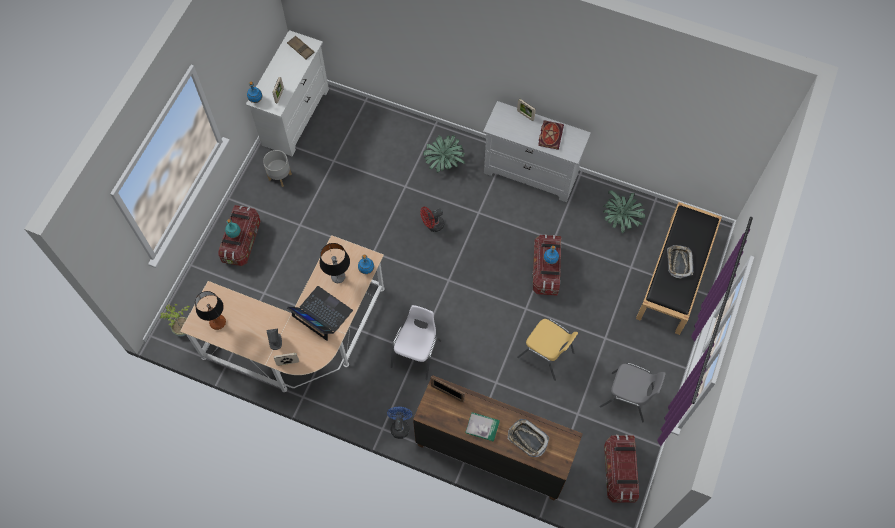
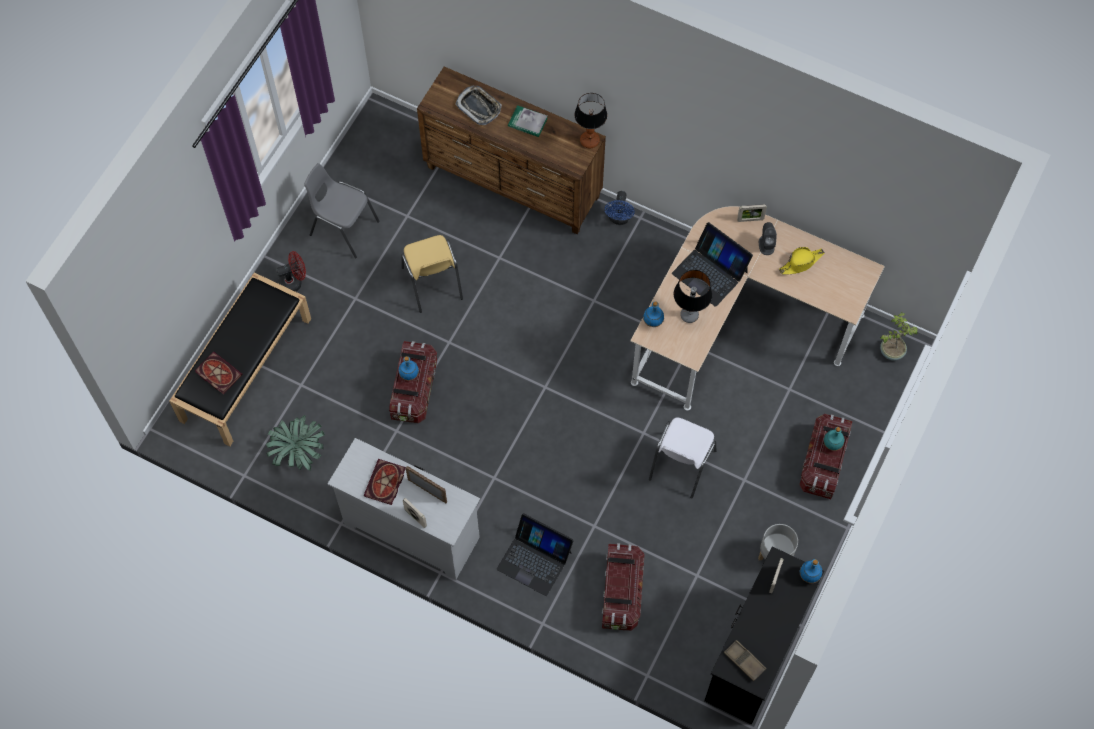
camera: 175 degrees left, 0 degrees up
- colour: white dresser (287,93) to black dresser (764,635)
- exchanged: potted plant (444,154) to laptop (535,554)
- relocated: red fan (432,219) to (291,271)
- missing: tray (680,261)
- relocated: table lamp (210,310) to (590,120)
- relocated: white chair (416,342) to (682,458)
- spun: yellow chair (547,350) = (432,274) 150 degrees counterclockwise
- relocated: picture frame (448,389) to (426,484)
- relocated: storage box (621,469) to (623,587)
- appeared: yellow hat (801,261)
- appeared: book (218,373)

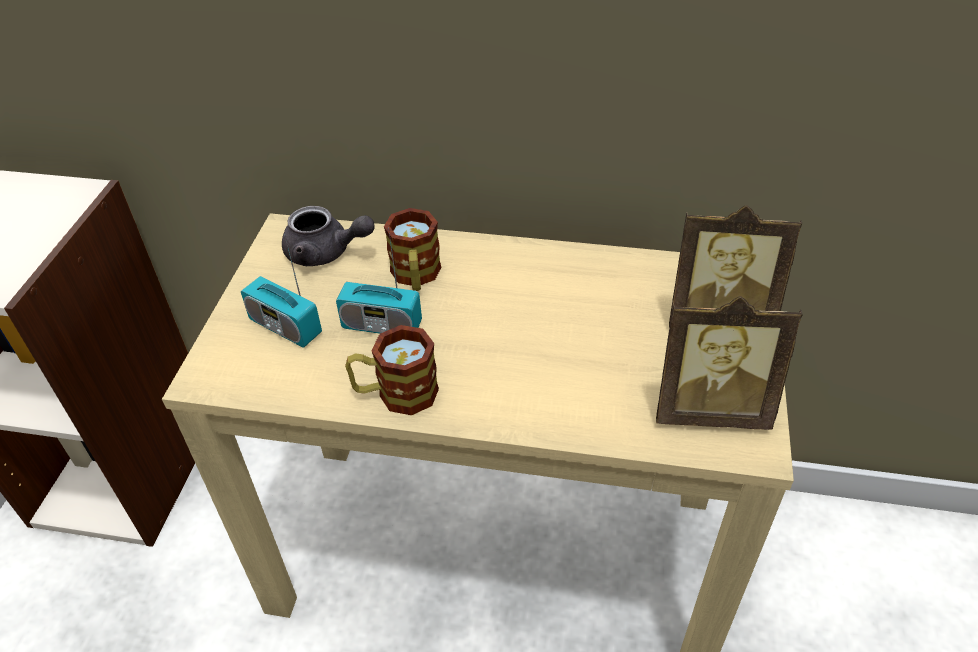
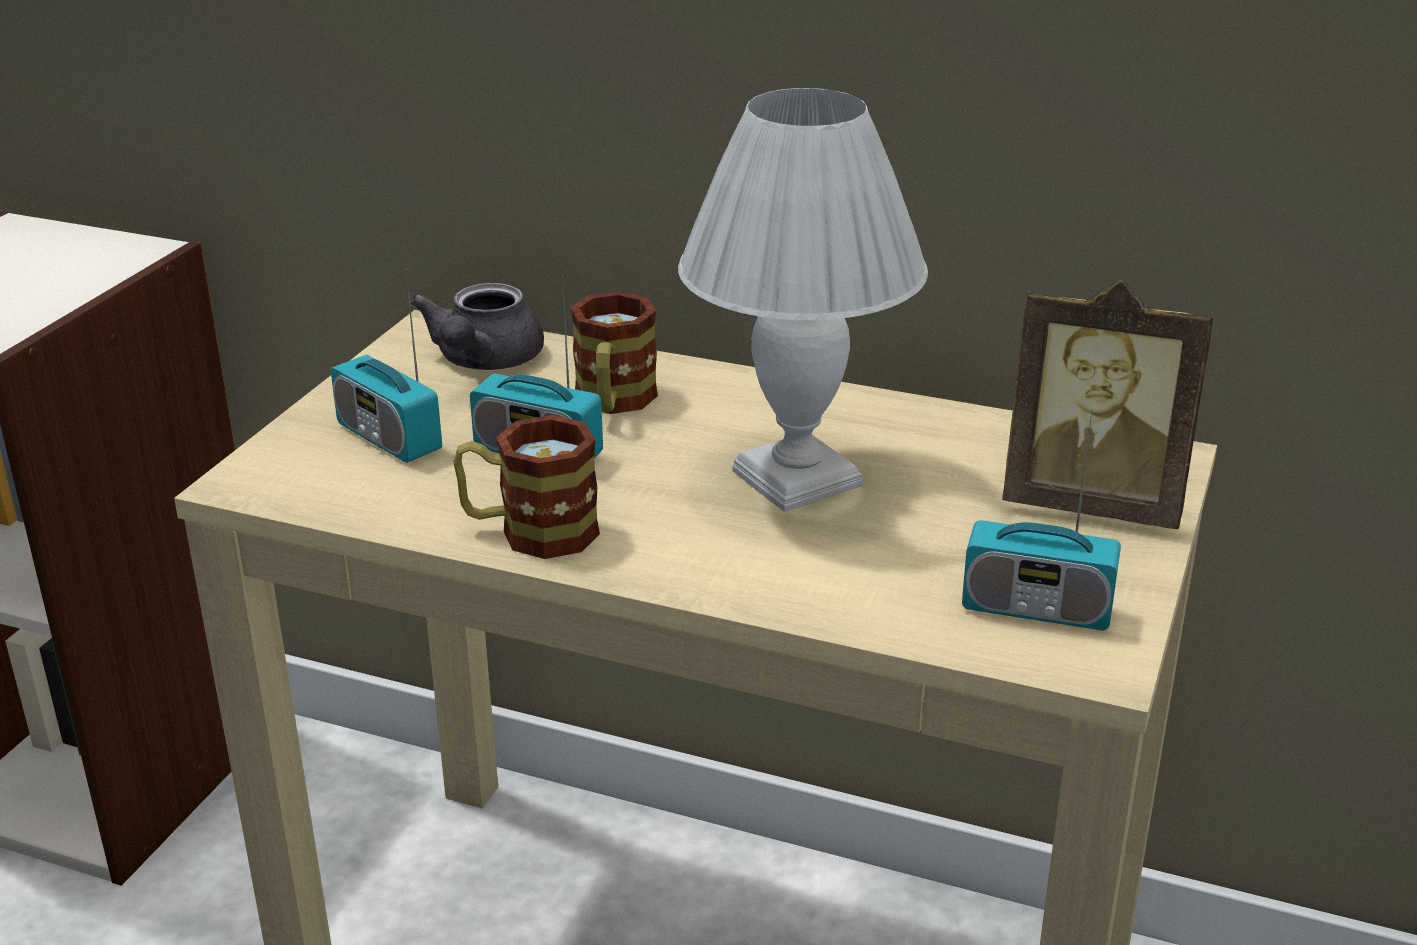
camera: 10 degrees right, 15 degrees down
- spun: grey teapot (328,236) = (477,326) 75 degrees clockwise
- exchanged: picture frame (729,363) to radio (1041,519)
- appeared: white table lamp (803,300)

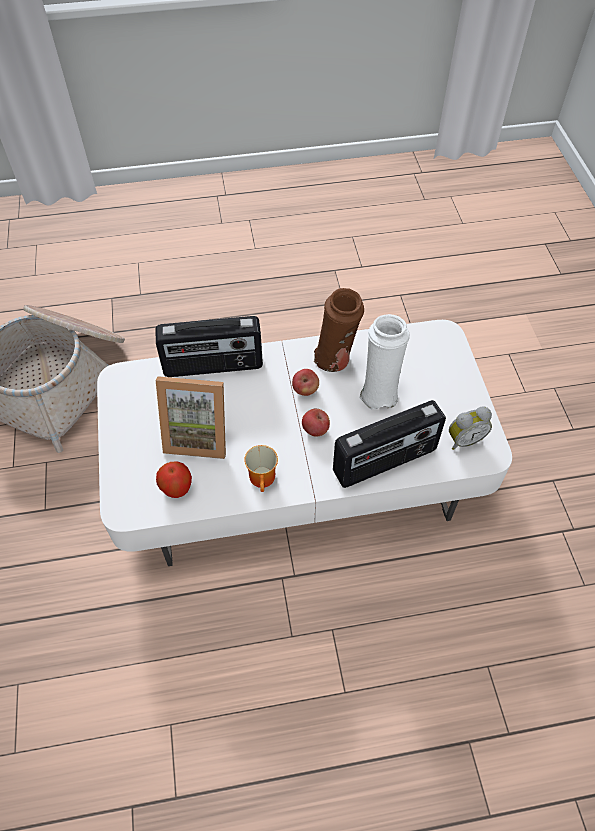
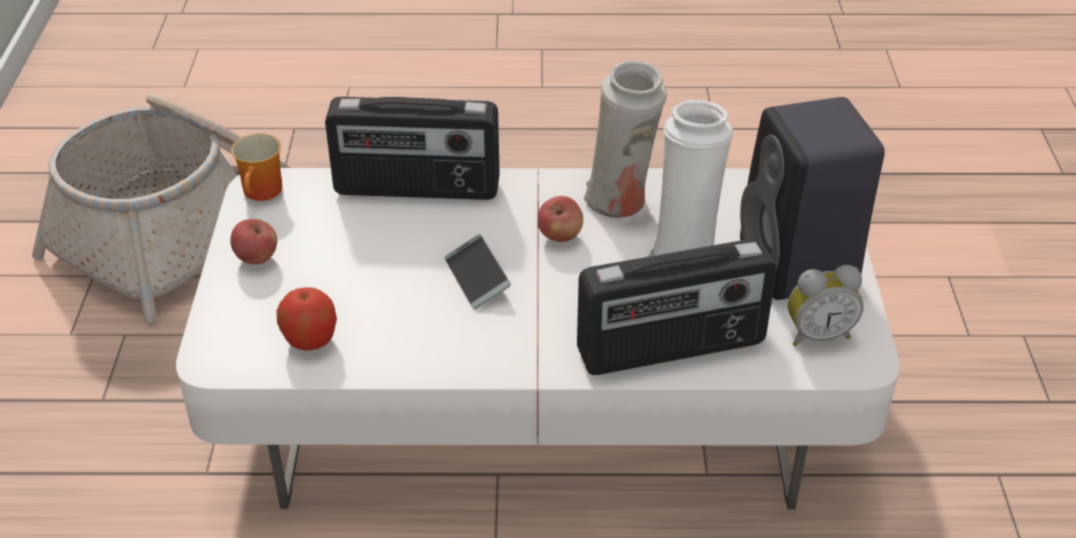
camera: 10 degrees right, 15 degrees down
- colour: brown vase (339,330) to white vase (625,138)
- missing: picture frame (191,417)
- relocated: apple (316,423) to (253,241)
- relocated: mug (261,468) to (256,167)
- appeared: black speaker (812,198)
- appeared: phone (478,271)

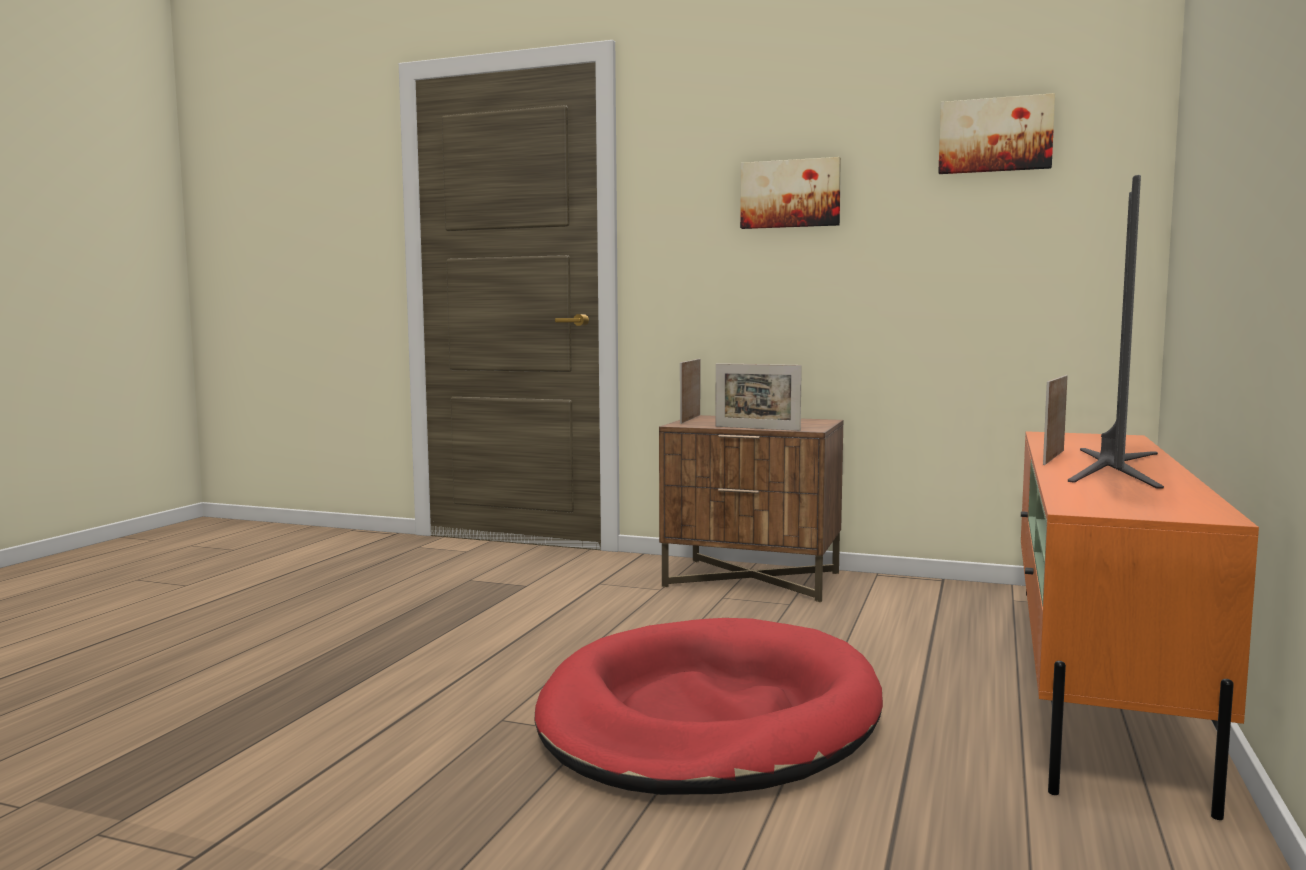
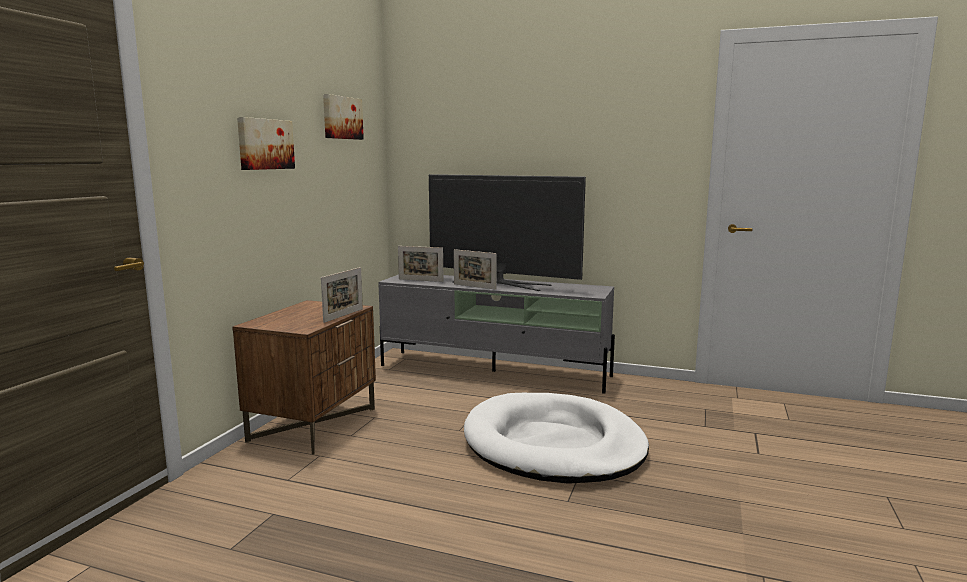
camera: 90 degrees left, 5 degrees up
- relocated: picture frame (690,391) to (421,264)
- colour: orange tv stand (1140,625) to grey tv stand (496,334)
- colour: red dog bed (708,706) to white dog bed (556,438)

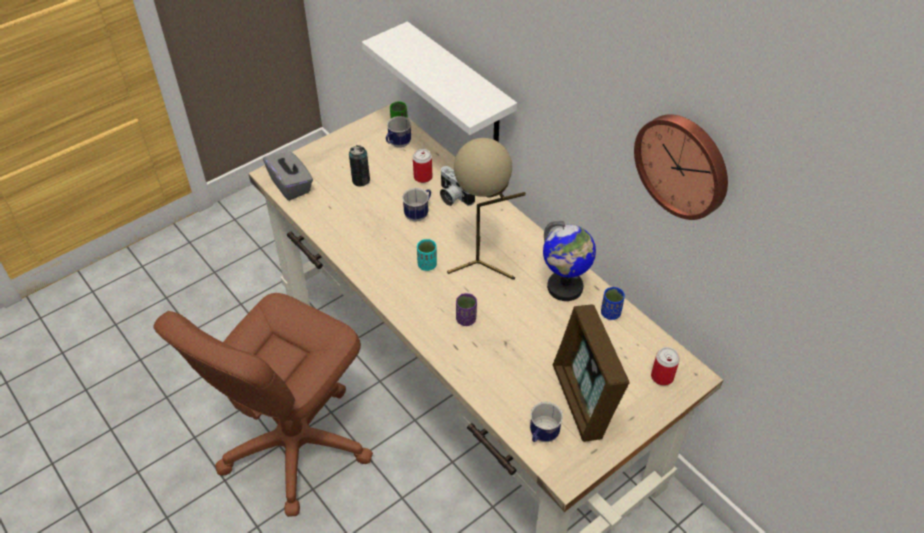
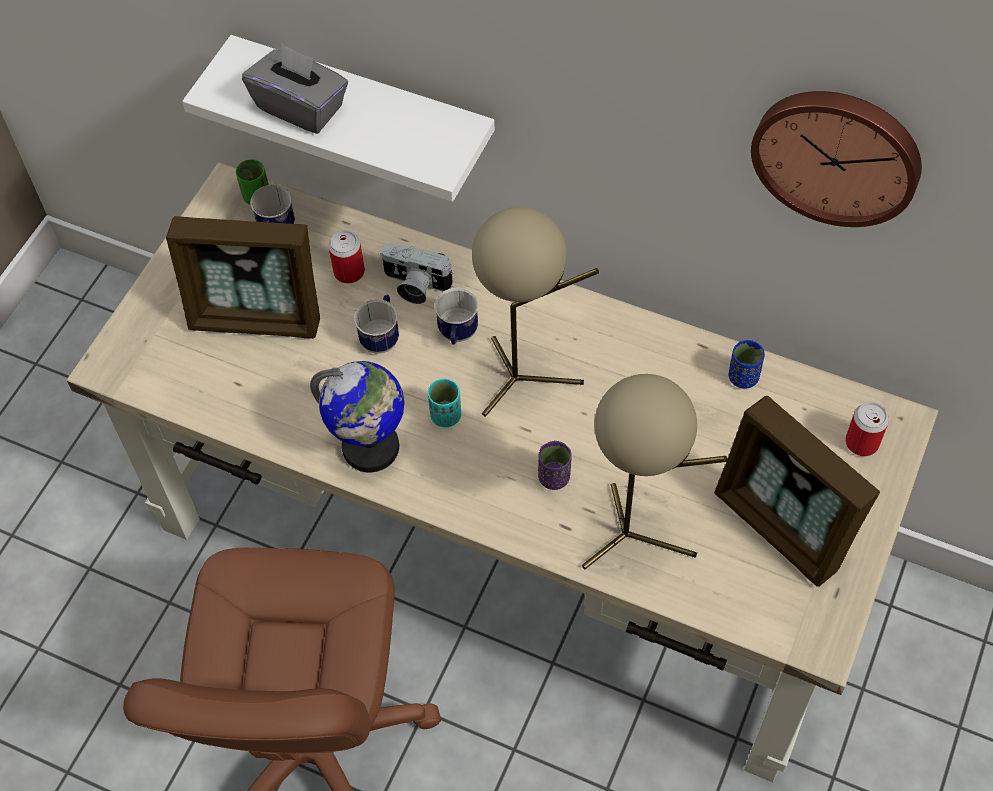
camera: 25 degrees left, 10 degrees up
- exchanged: can (359,166) to picture frame (243,277)
- relocated: grey tissue box (288,175) to (295,88)
- relocated: globe (569,261) to (357,416)
- relocated: mug (546,422) to (456,316)
- appeared: beige table lamp (655,471)

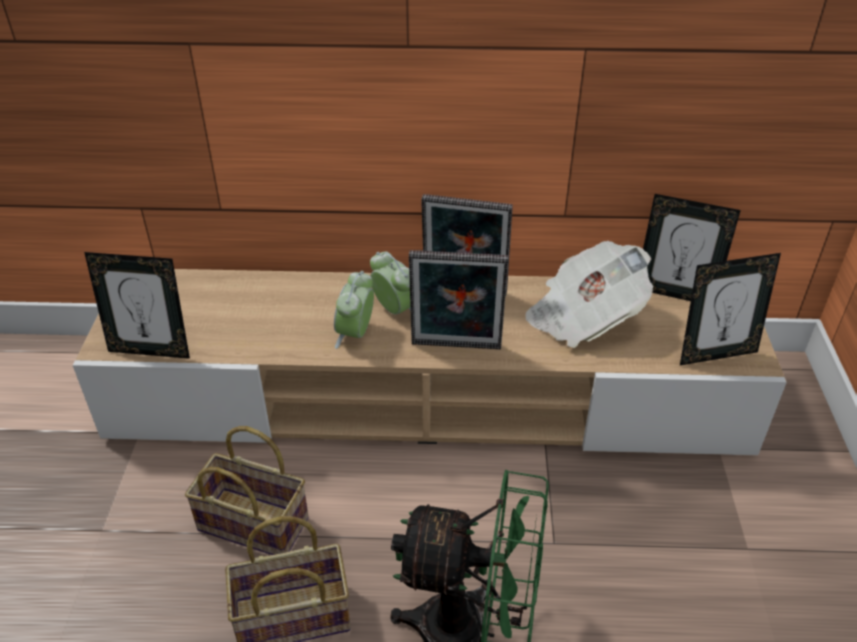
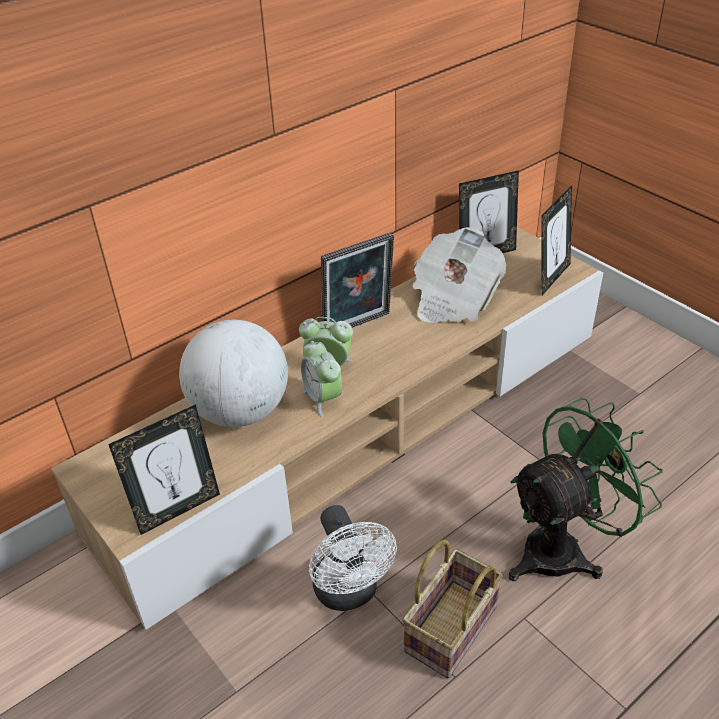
camera: 40 degrees left, 0 degrees up
- missing: picture frame (458,299)
- exchanged: basket (247,490) to white fan (353,558)
- appeared: globe (233,373)

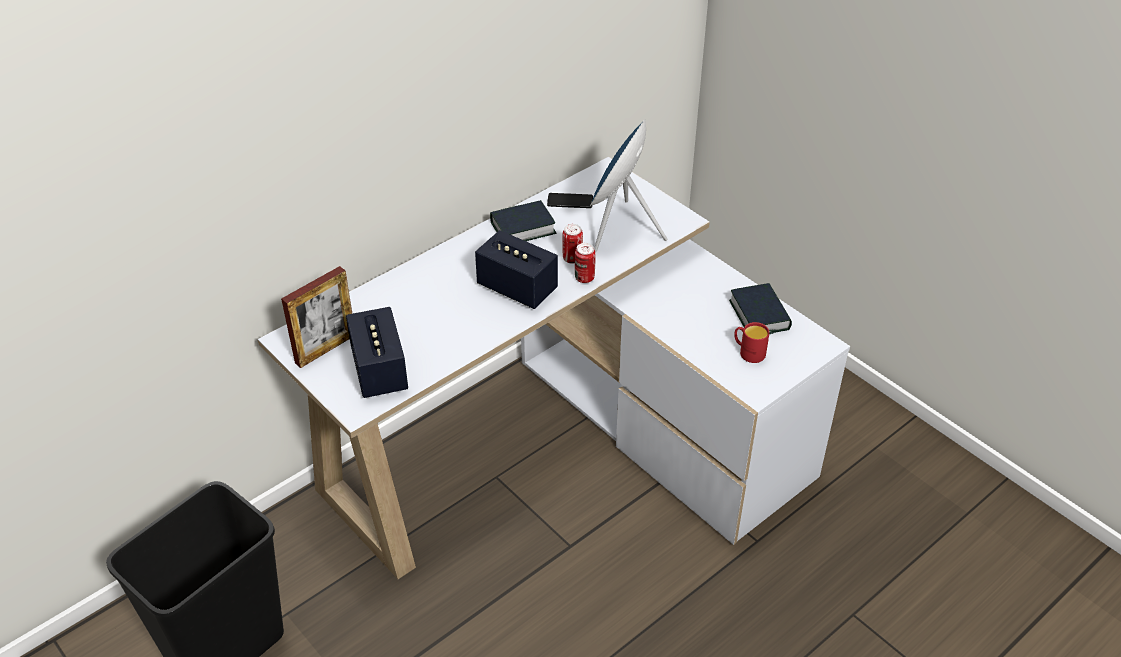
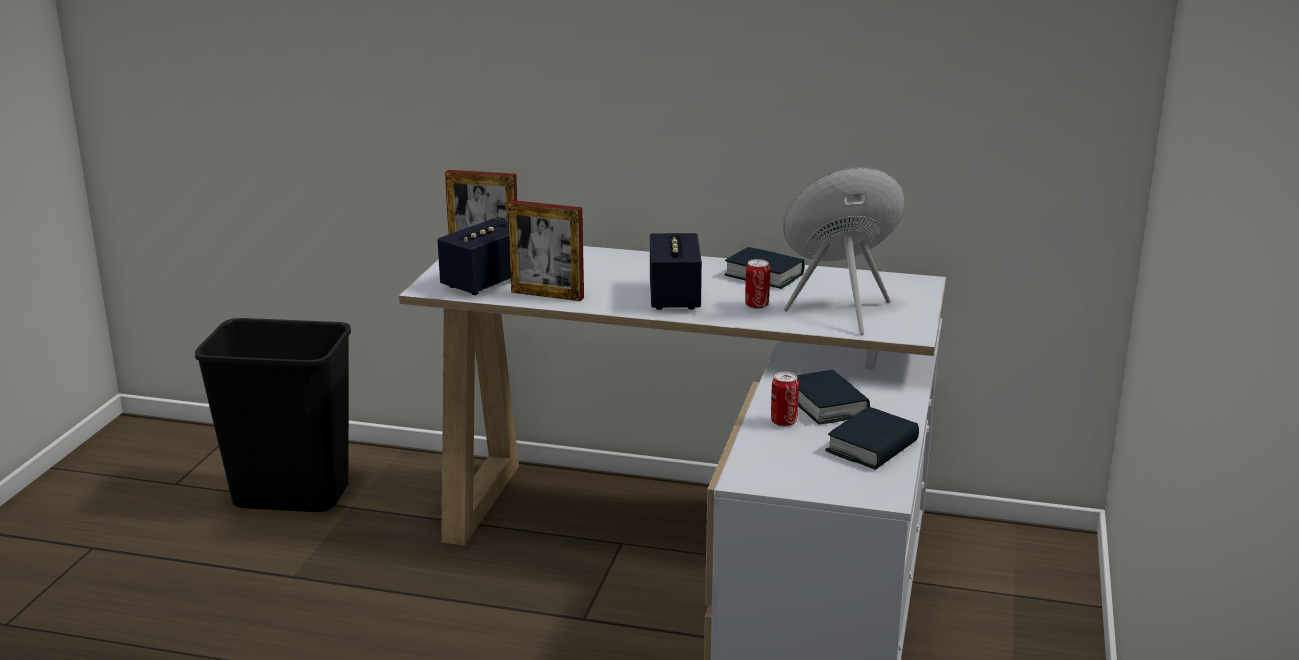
camera: 55 degrees right, 20 degrees down
- missing: phone (570,200)
- relocated: can (585,263) to (785,399)
- missing: red mug (752,342)
- appeared: picture frame (546,250)
- appeared: book (833,397)

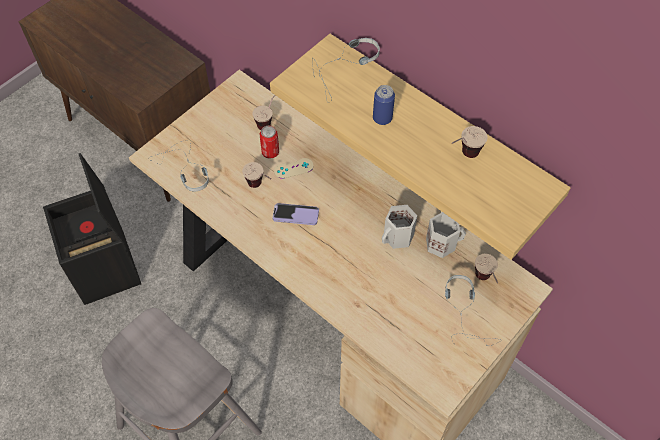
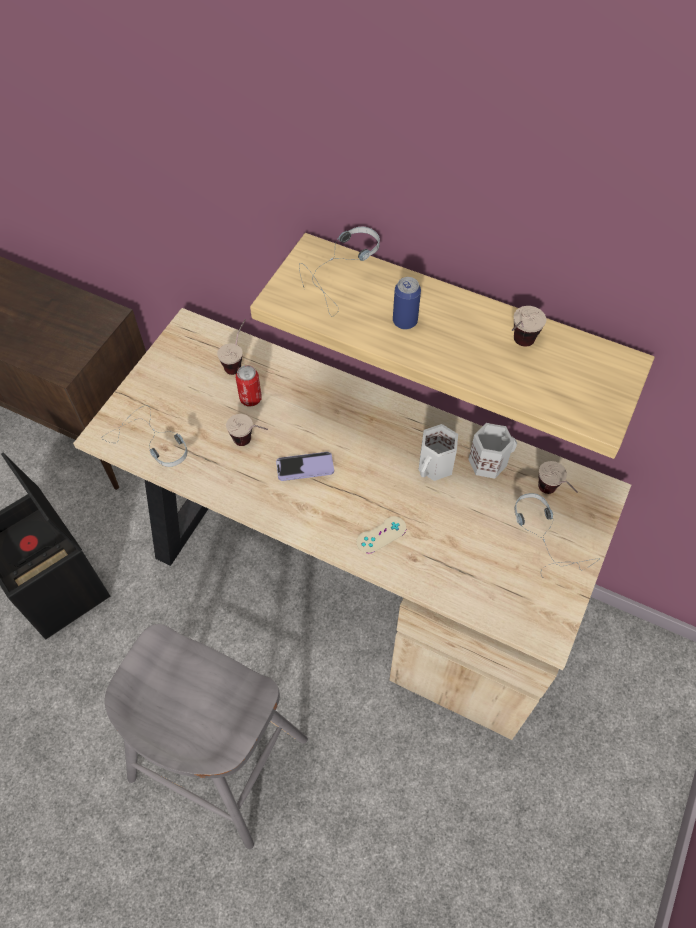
camera: 15 degrees left, 0 degrees up
- relocated: beige game controller (294,168) to (381,534)

